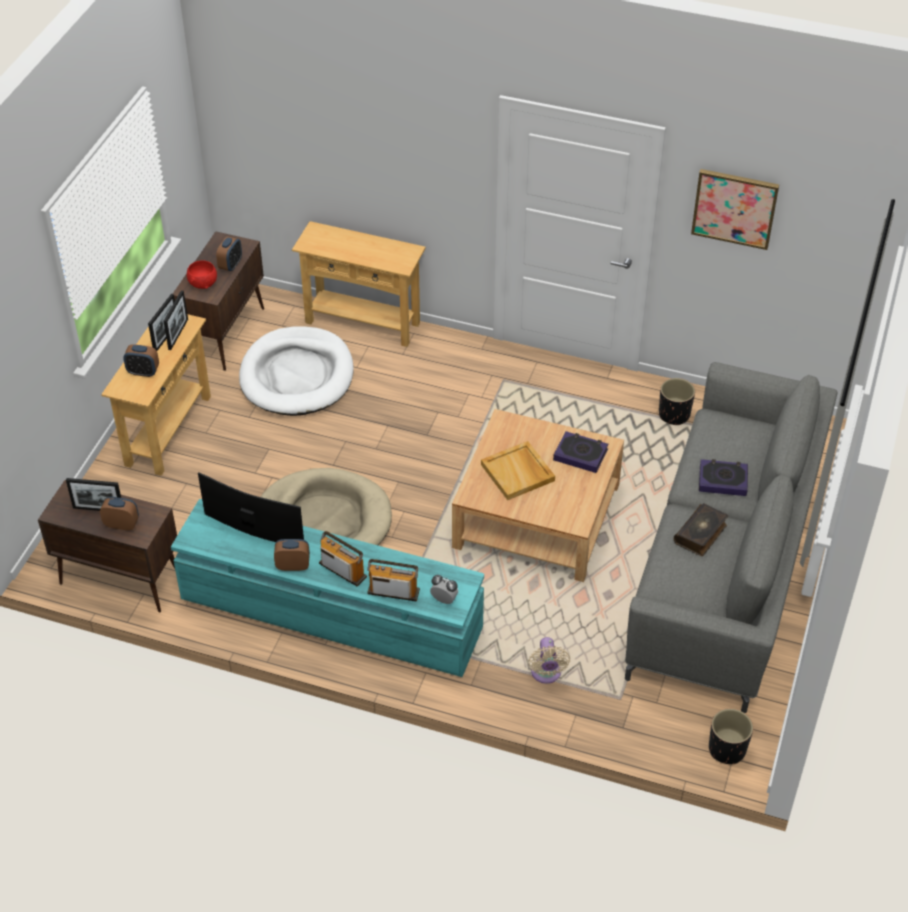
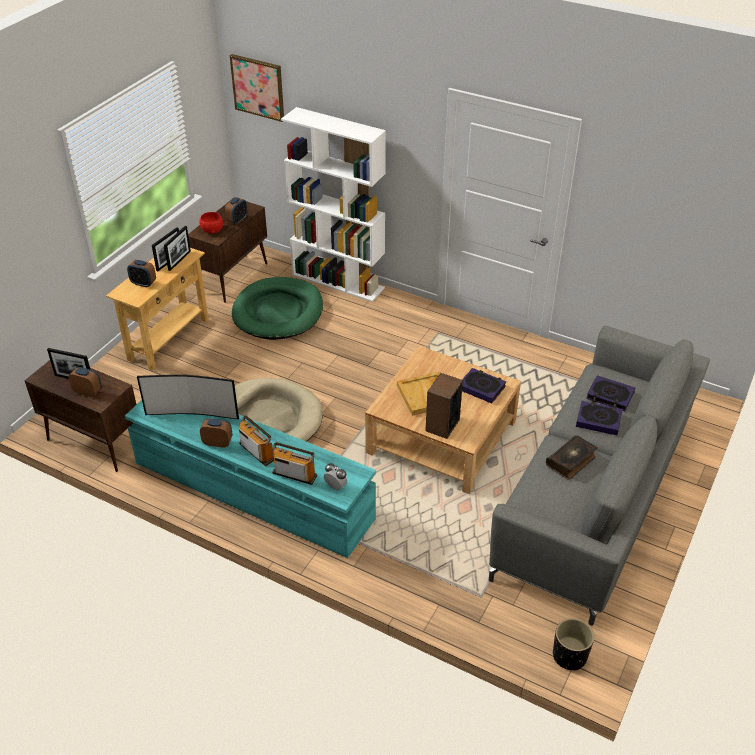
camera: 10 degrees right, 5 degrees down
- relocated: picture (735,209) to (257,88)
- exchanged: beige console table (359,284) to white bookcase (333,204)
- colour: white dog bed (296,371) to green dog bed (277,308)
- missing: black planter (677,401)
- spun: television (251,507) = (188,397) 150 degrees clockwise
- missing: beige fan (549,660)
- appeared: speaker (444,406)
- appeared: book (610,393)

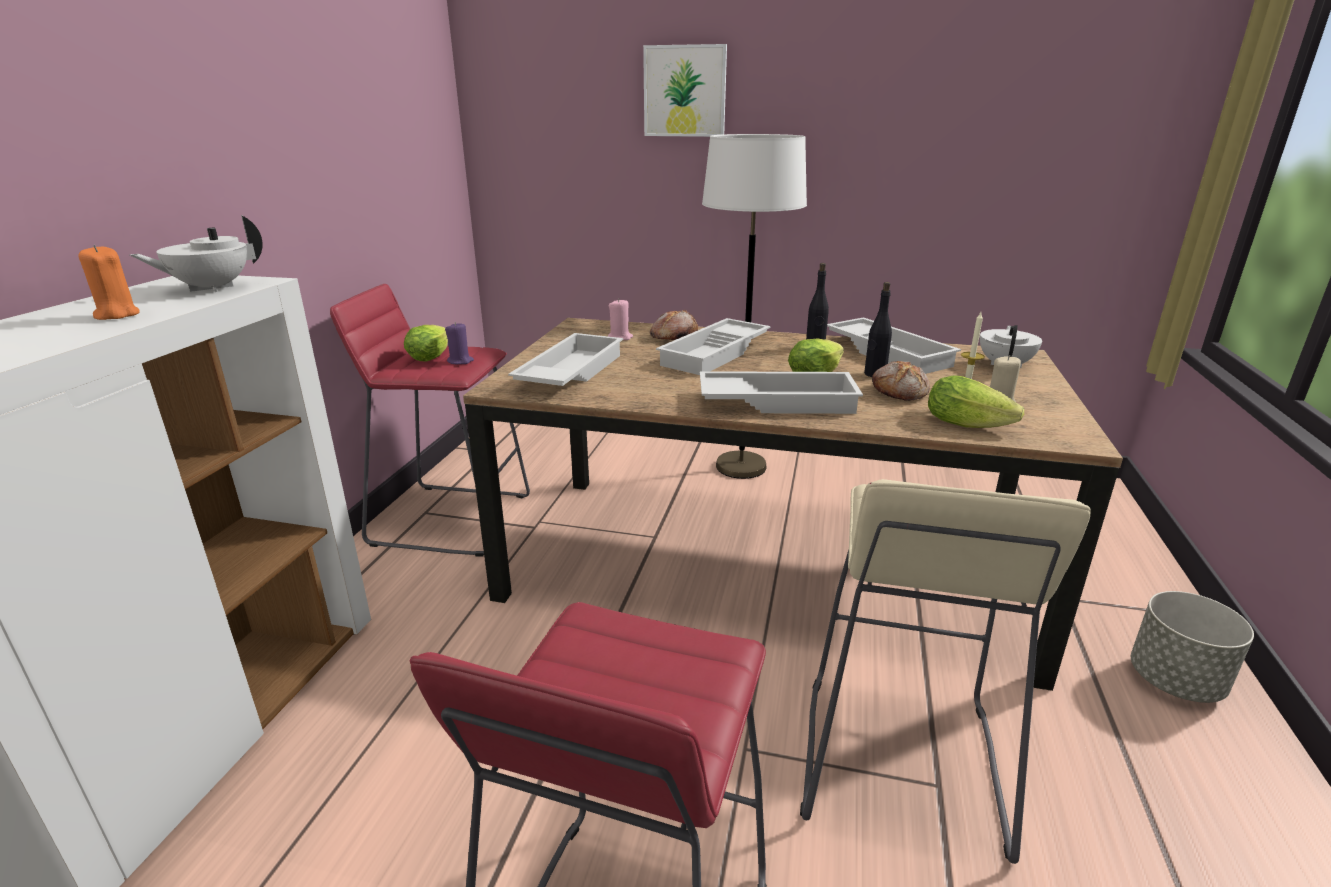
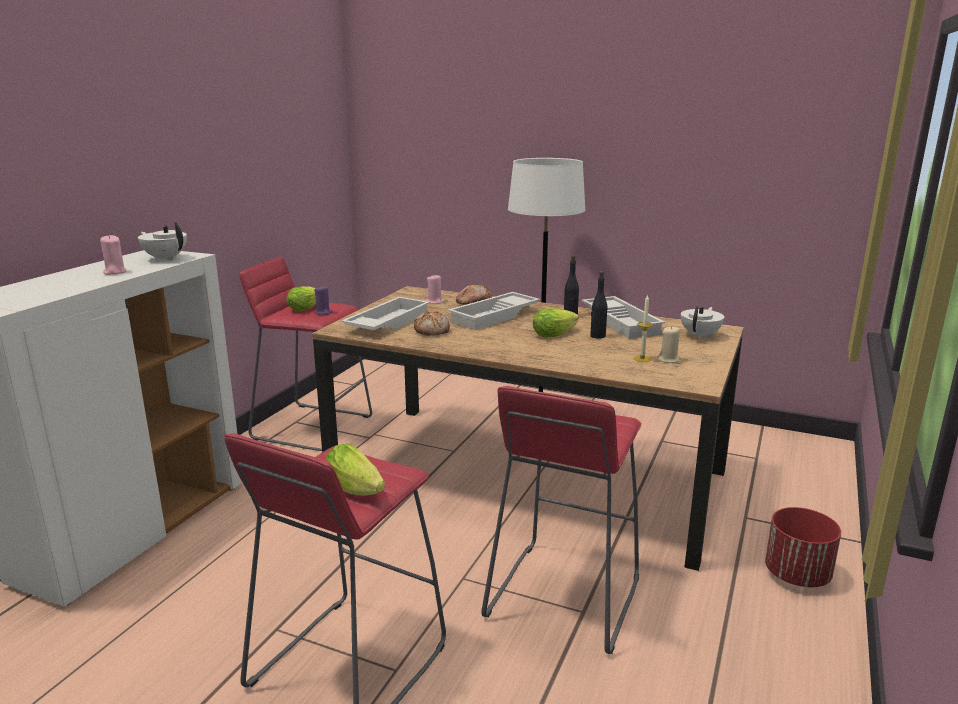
camera: 10 degrees right, 5 degrees down
- missing: picture (685,90)
- spun: white teapot (196,253) = (162,241) 60 degrees clockwise
- colour: orange candle (109,282) to pink candle (113,254)
- relocated: bread (901,381) to (432,323)
- missing: white tray (781,392)
- relocated: lettuce (976,401) to (355,470)
- colour: beige stool (945,671) to red stool (561,520)
- colour: grey planter (1192,647) to red planter (803,547)

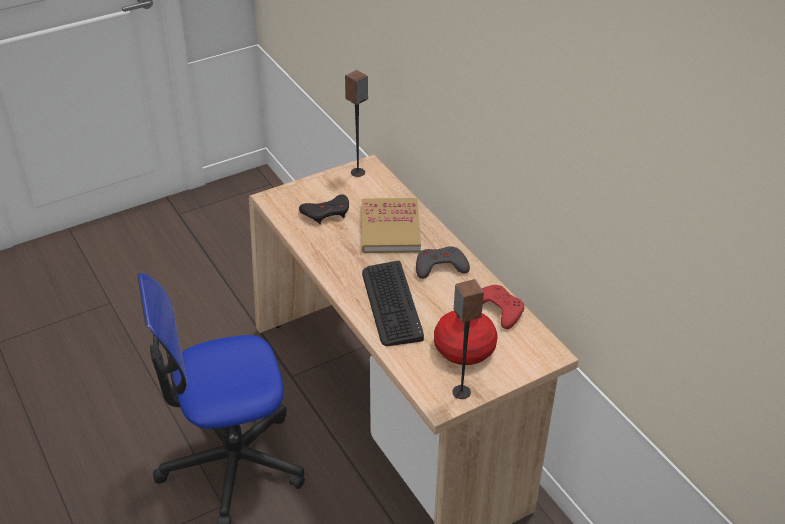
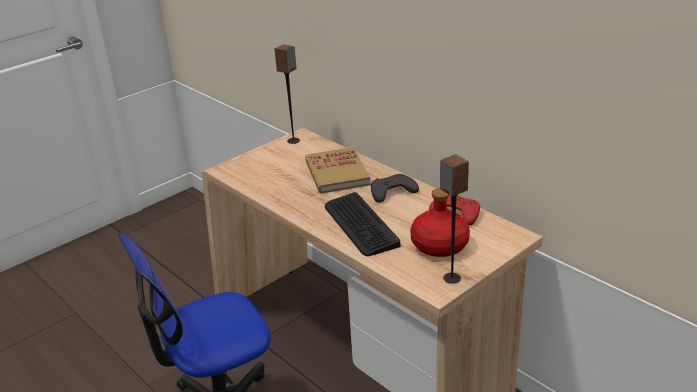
camera: 10 degrees left, 10 degrees down
- missing: black game controller (324,209)

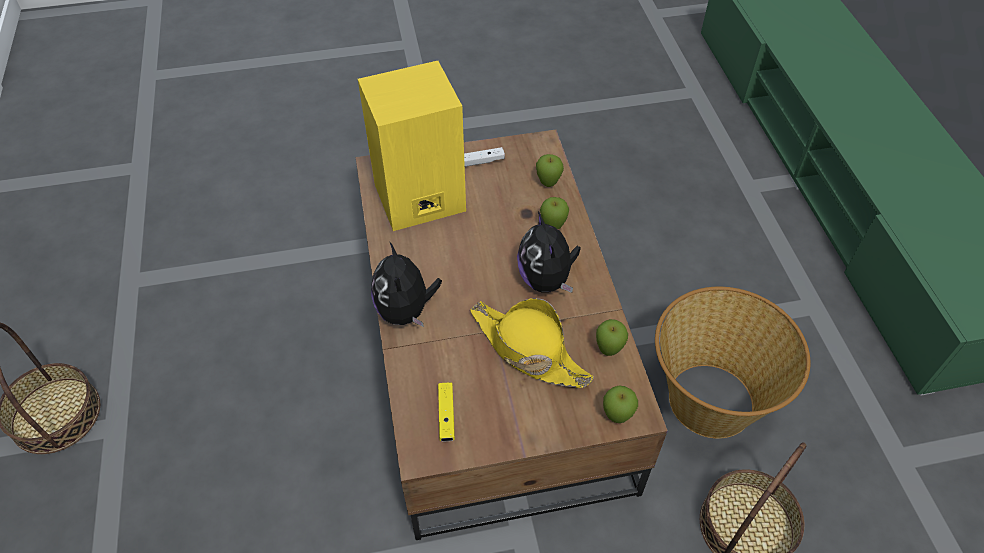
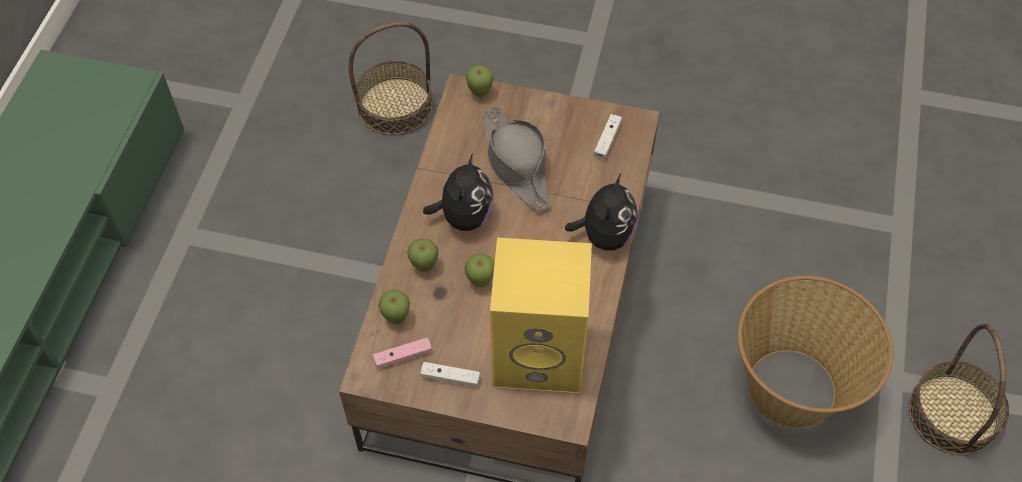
camera: 155 degrees left, 5 degrees up
- relocated: basket (732,363) to (816,352)
- colour: yellow hat (532,343) to grey hat (517,159)
- relocated: apple (612,337) to (479,270)
- colour: yellow game controller (446,411) to white game controller (608,137)
- appeared: pink game controller (402,353)

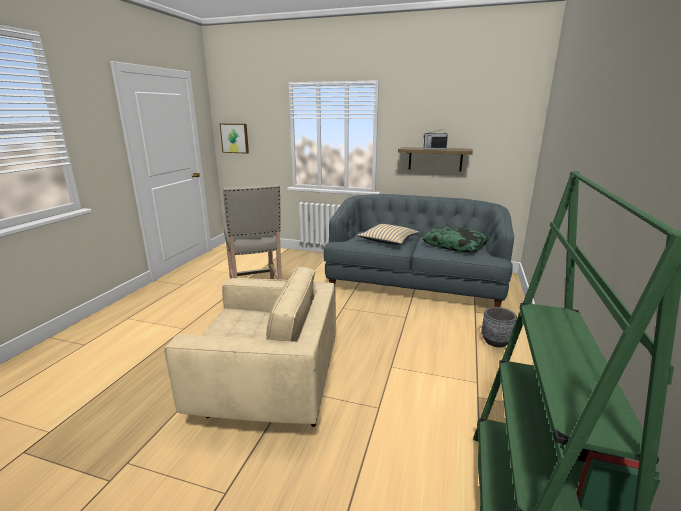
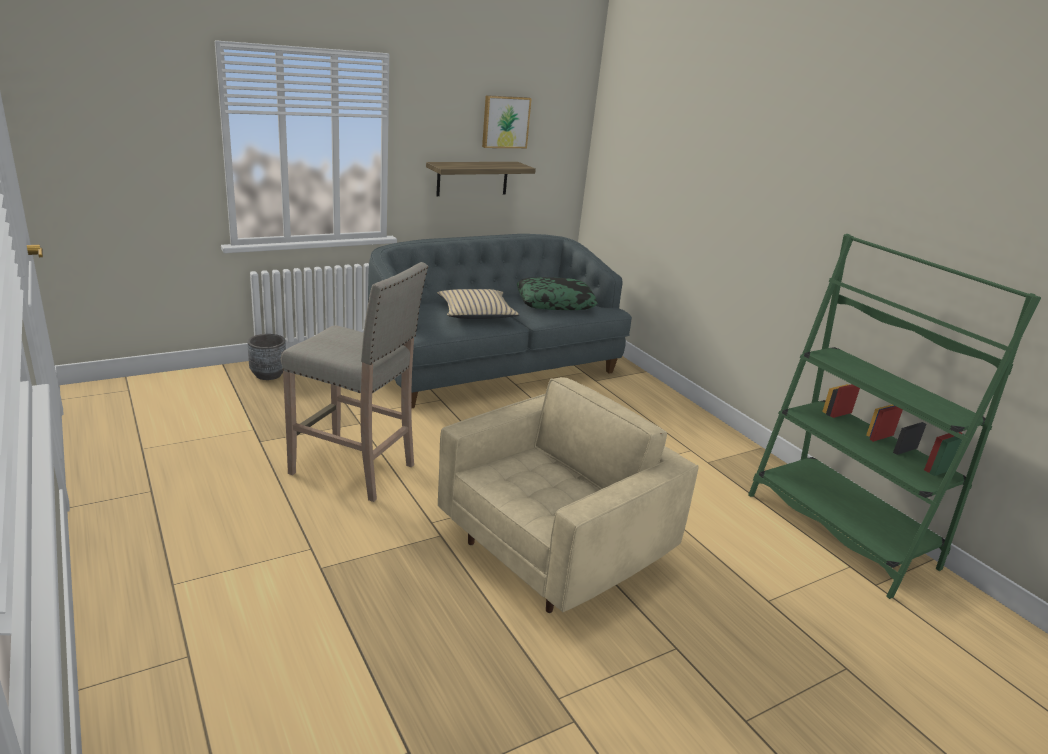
camera: 50 degrees left, 5 degrees up
- relocated: picture (234,138) to (507,121)
- missing: radio (436,139)
- relocated: grey planter (499,327) to (266,357)

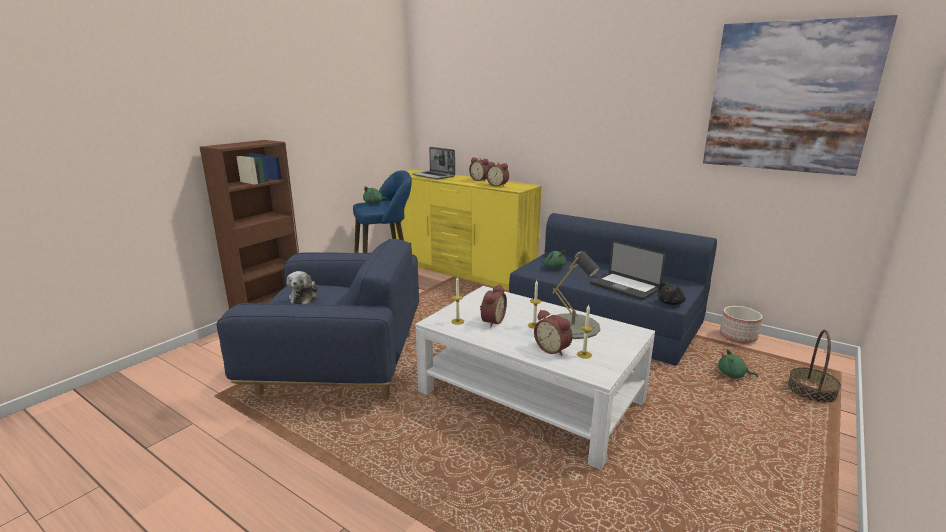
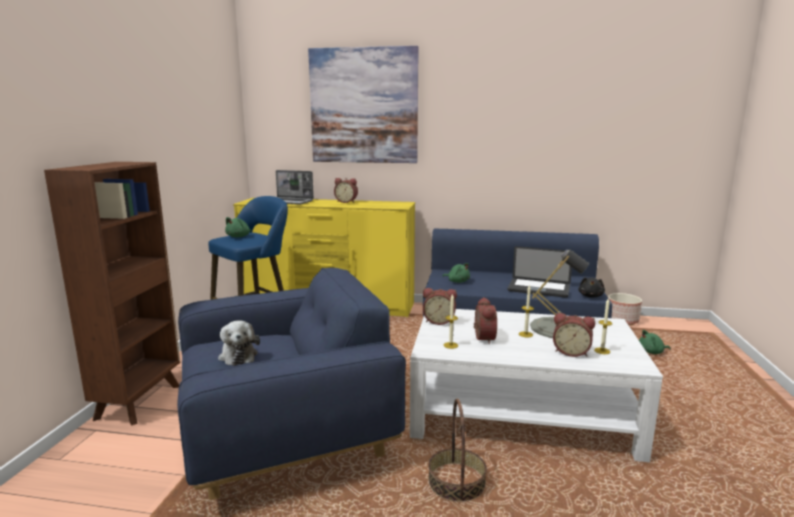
camera: 25 degrees left, 5 degrees down
- relocated: picture (800,95) to (363,104)
- relocated: alarm clock (497,174) to (440,306)
- relocated: basket (814,366) to (457,450)

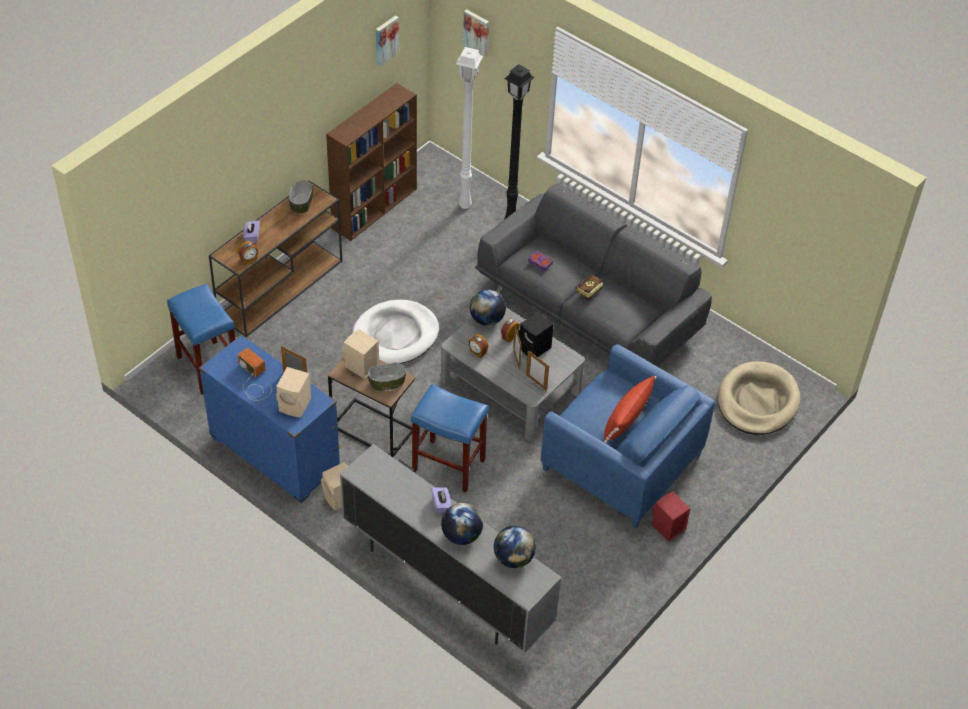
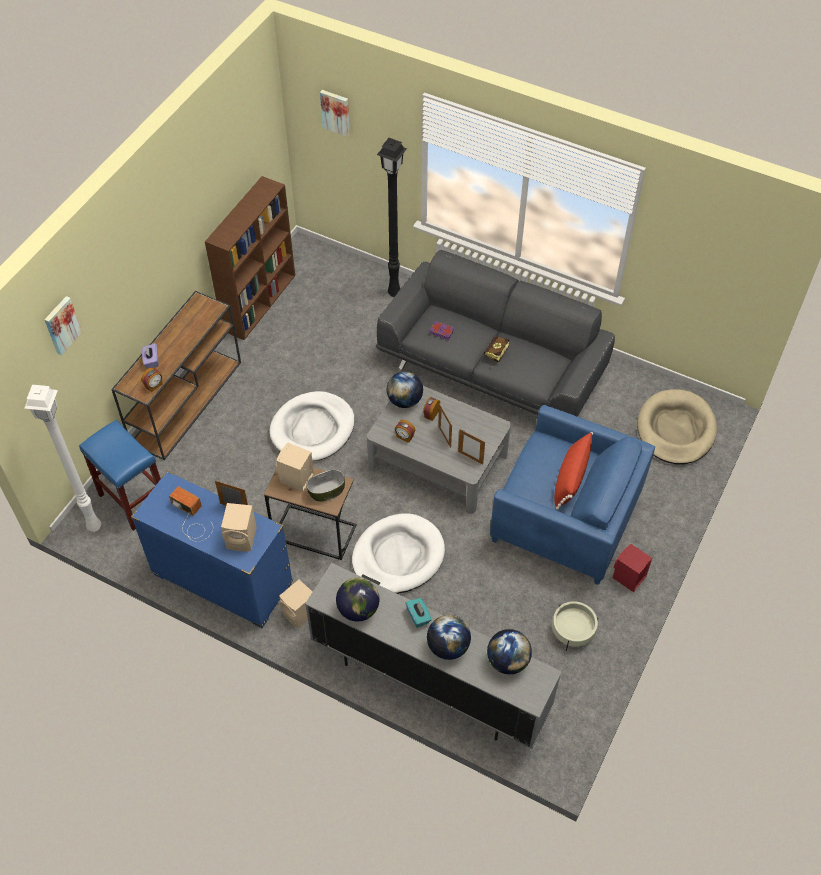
camera: 10 degrees left, 5 degrees up
- relocated: picture (387,40) to (63,325)
- relocated: white floor lamp (469,128) to (62,458)
- missing: bowl (301,196)
- missing: black speaker (536,334)
- exchanged: blue stool (450,438) to white dog bed (398,553)
- colour: purple tissue box (441,500) to turquoise tissue box (419,613)
- appeared: globe (357,599)
- appeared: beige planter (575,626)

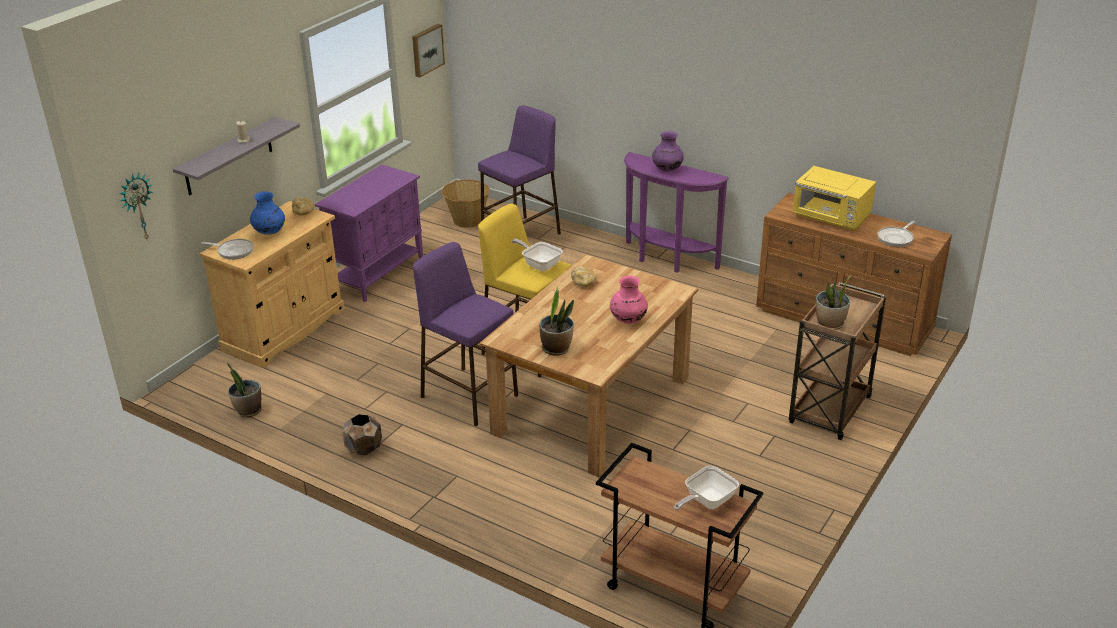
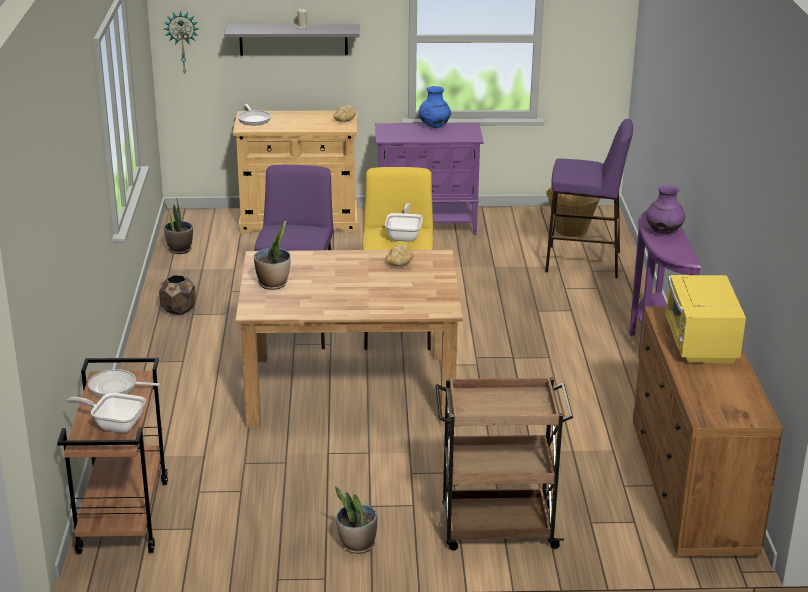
camera: 55 degrees right, 5 degrees down
- missing: picture (428,51)
- relocated: blue vase (267,213) to (435,107)
- relocated: frying pan (896,234) to (124,383)
- missing: pink vase (629,300)
- relocated: potted plant (833,303) to (356,520)

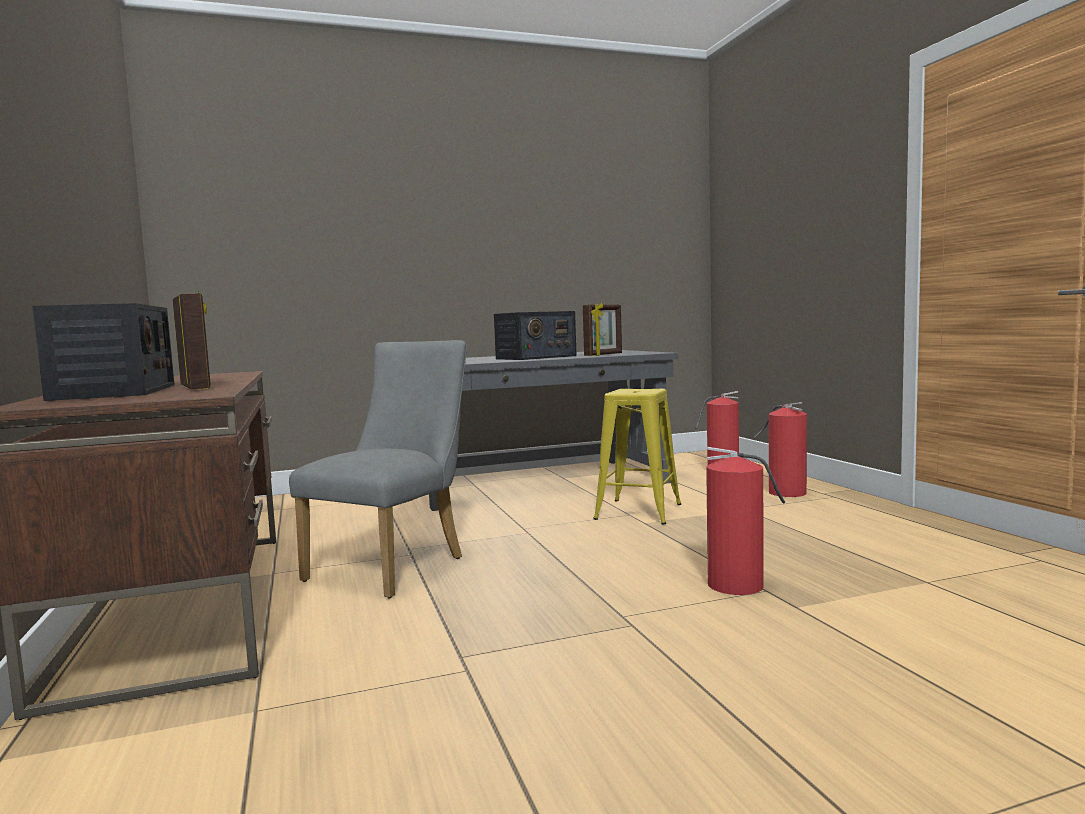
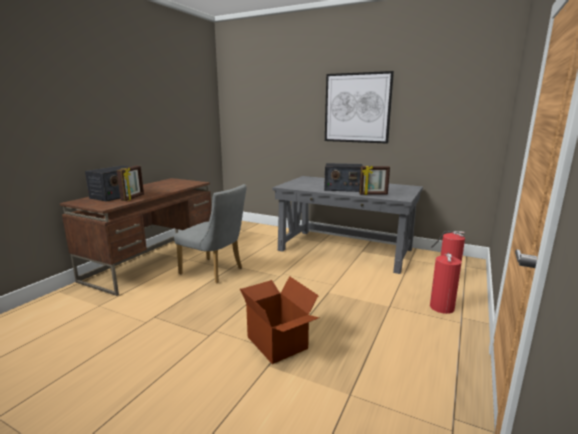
camera: 45 degrees right, 10 degrees up
- spun: grey chair (378,469) = (210,234) 45 degrees clockwise
- missing: yellow stool (637,457)
- exchanged: fire extinguisher (745,521) to cardboard box (279,320)
- appeared: picture (359,107)

